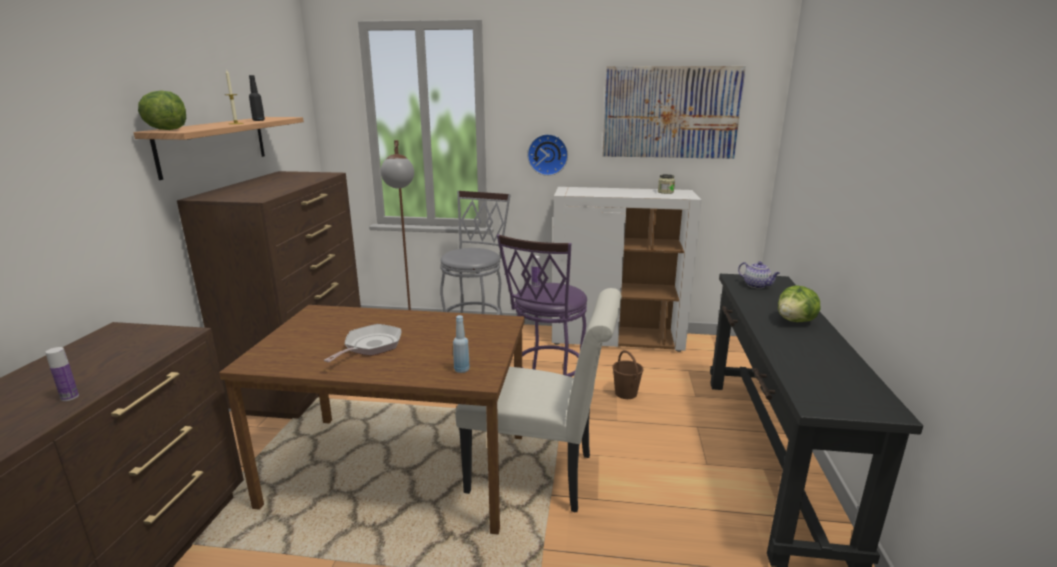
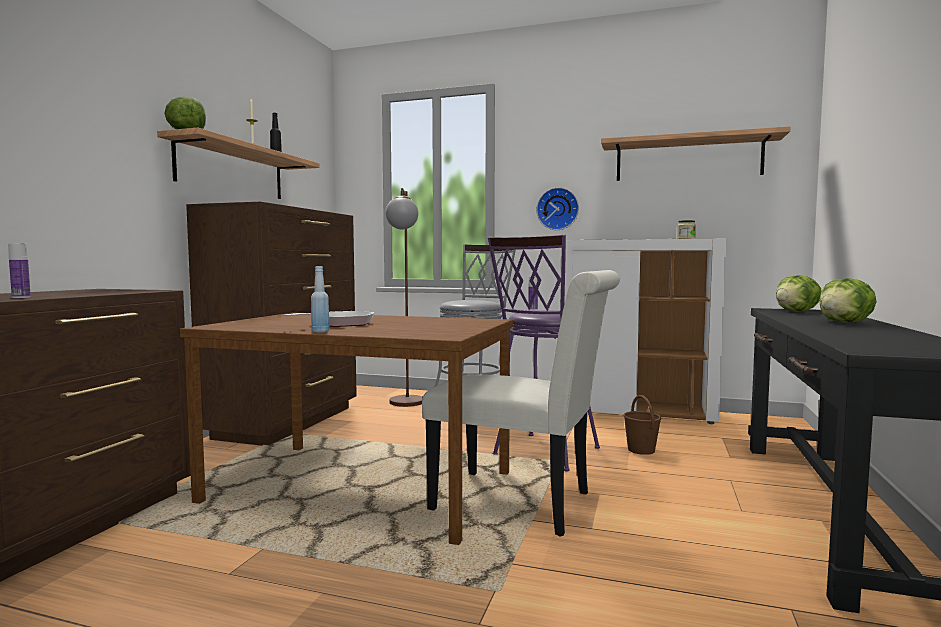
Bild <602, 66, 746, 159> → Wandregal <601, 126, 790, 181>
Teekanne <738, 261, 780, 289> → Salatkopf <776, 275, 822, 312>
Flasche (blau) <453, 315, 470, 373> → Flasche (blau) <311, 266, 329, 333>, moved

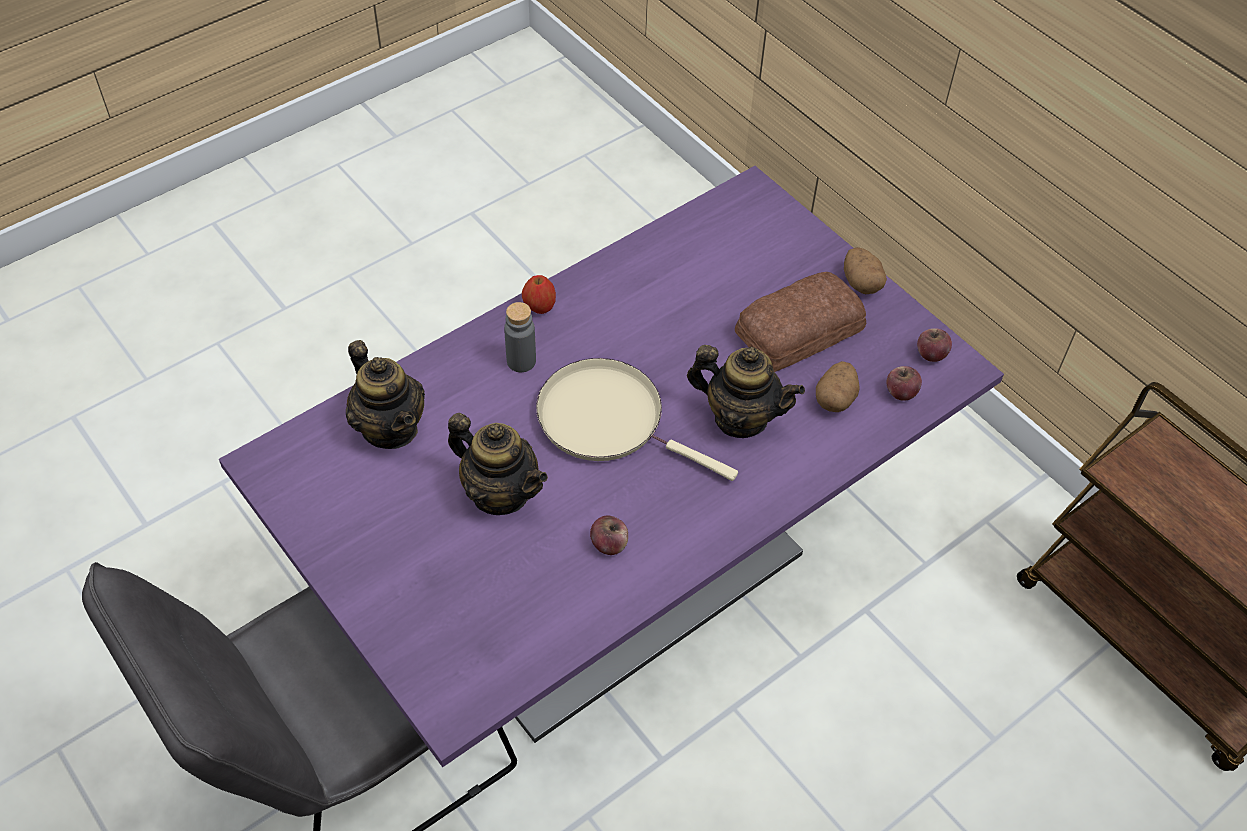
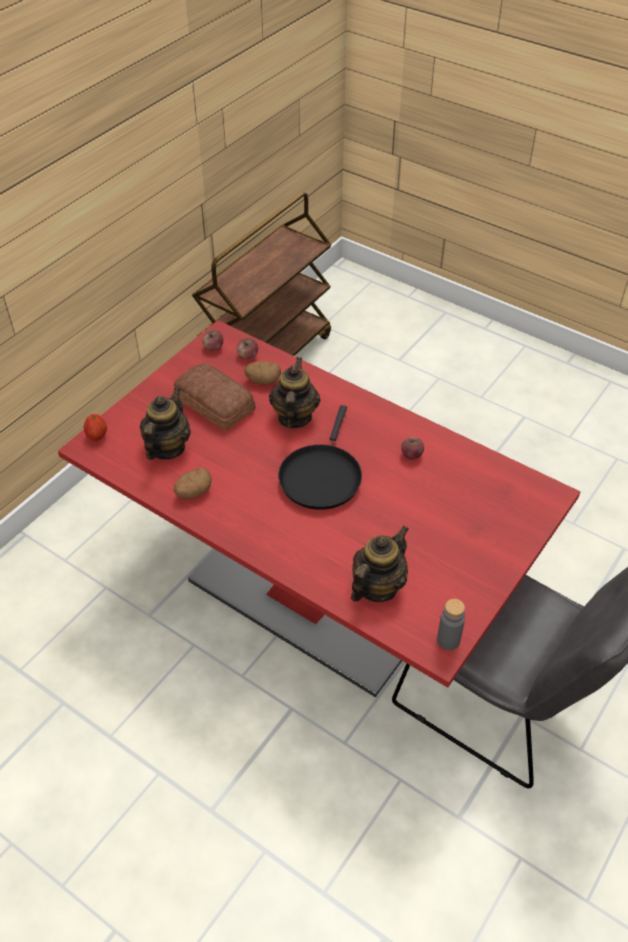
Esstisch (lila) <219, 166, 1004, 767> → Esstisch (rot) <58, 320, 580, 697>
Kartoffel <844, 247, 887, 294> → Kartoffel <174, 468, 212, 499>, moved
Apfel <522, 275, 556, 314> → Apfel <84, 414, 107, 441>, moved
Flasche (grau) <504, 302, 536, 372> → Flasche (grau) <437, 599, 465, 650>, moved
Pfanne (beige) <536, 358, 738, 481> → Pfanne (schwarz) <278, 405, 362, 510>
Teekanne <448, 413, 548, 515> → Teekanne <140, 387, 191, 460>, moved

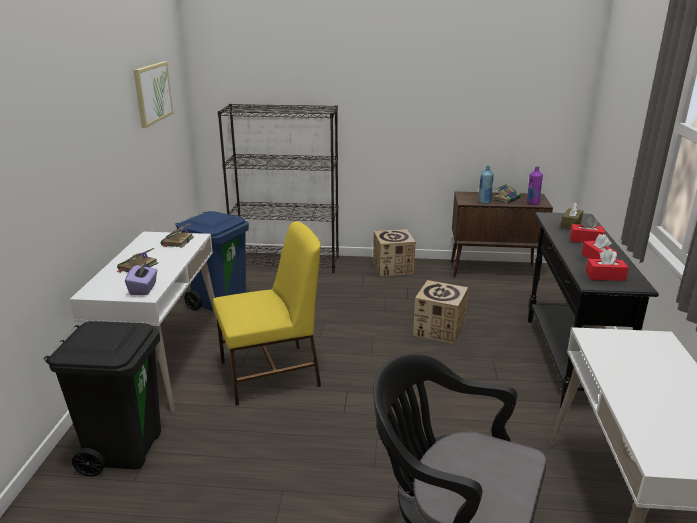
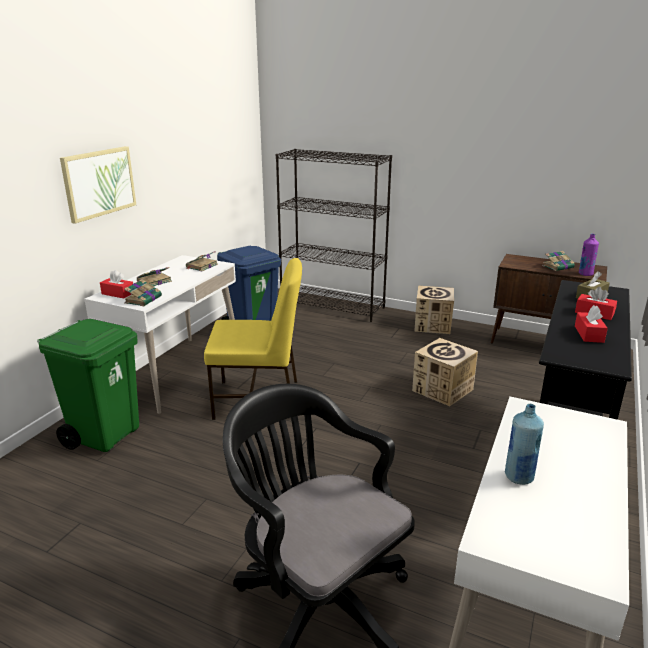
Bild <134, 61, 173, 128> → Bild <60, 146, 136, 224>, moved
Flasche (blau) <478, 166, 494, 204> → Flasche (blau) <505, 404, 544, 485>, moved
Taschentuchbox (rot) <585, 249, 629, 281> → Taschentuchbox (rot) <100, 270, 133, 298>, moved
Taschentuchbox (lila) <125, 261, 158, 295> → Buch <124, 279, 162, 306>
Mülleimer (schwarz) <44, 321, 161, 477> → Mülleimer (grün) <37, 319, 139, 452>

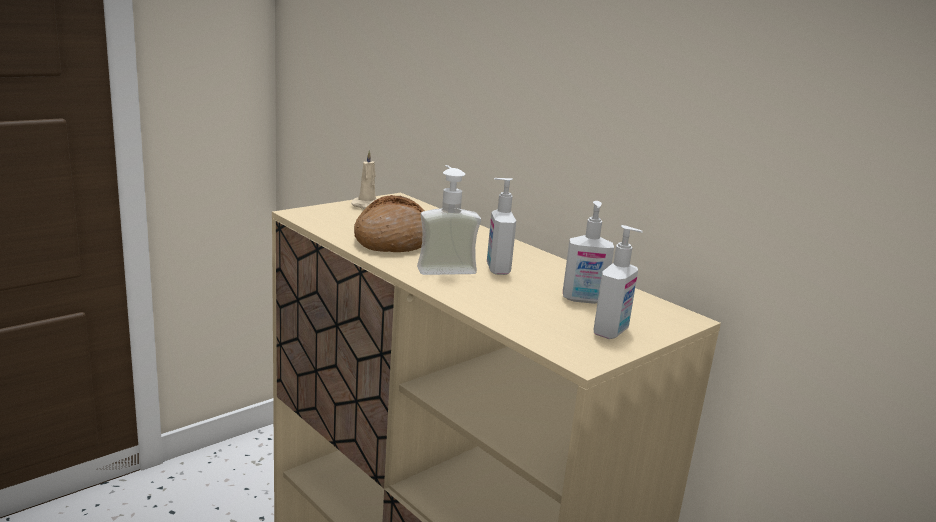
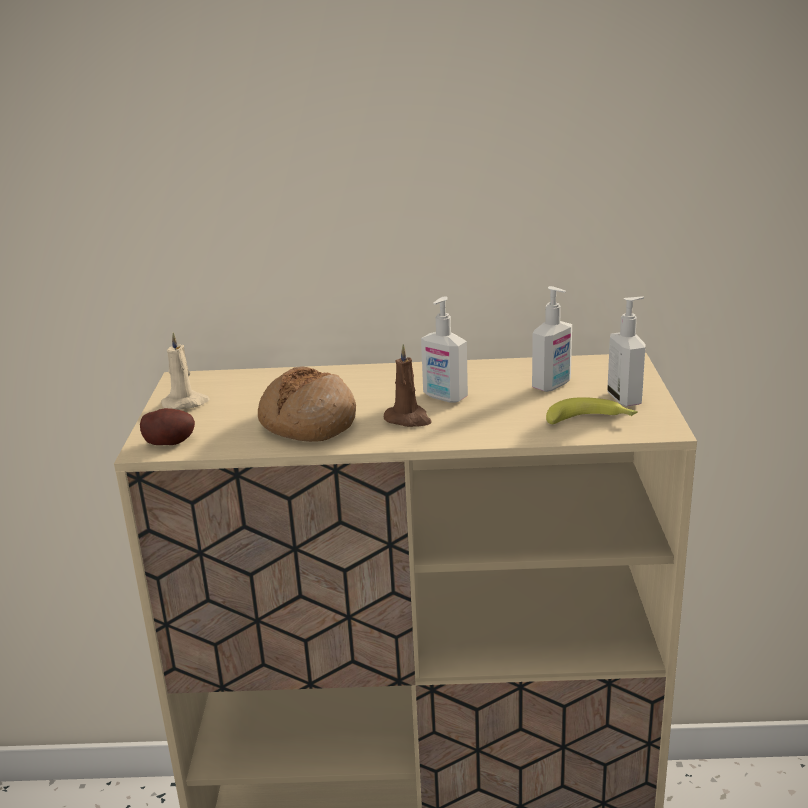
Seifenspender <417, 165, 481, 275> → Kerze (braun) <384, 344, 432, 427>
- → Banane <546, 397, 638, 424>
- → Kartoffel <140, 408, 195, 445>

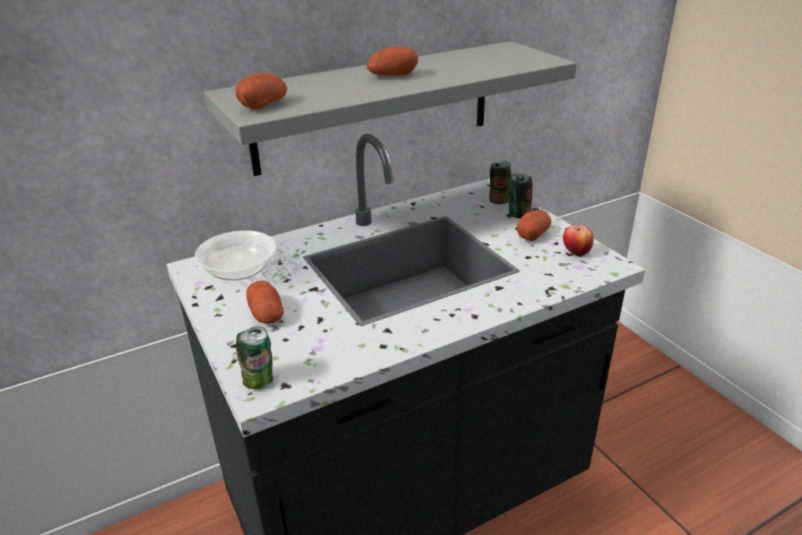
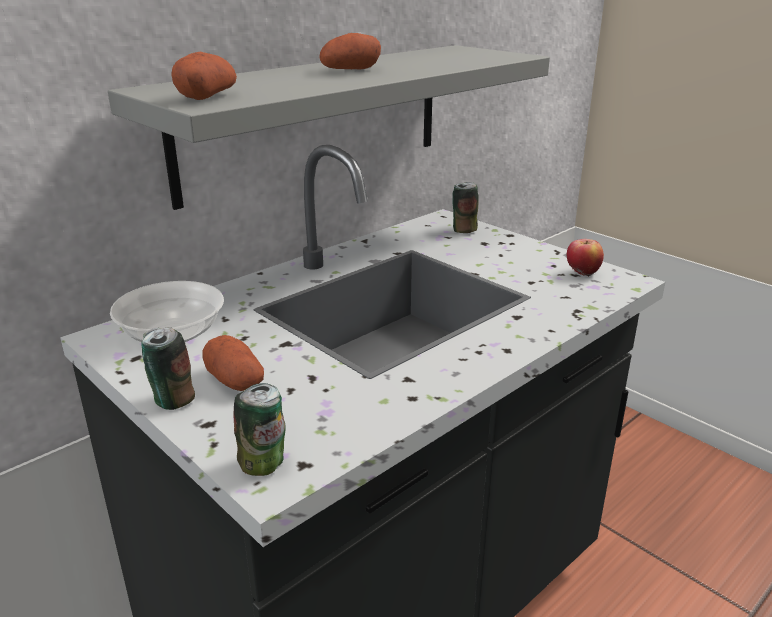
Dose <508, 173, 533, 218> → Dose <141, 327, 195, 410>, moved
Kartoffel <517, 210, 552, 241> → -

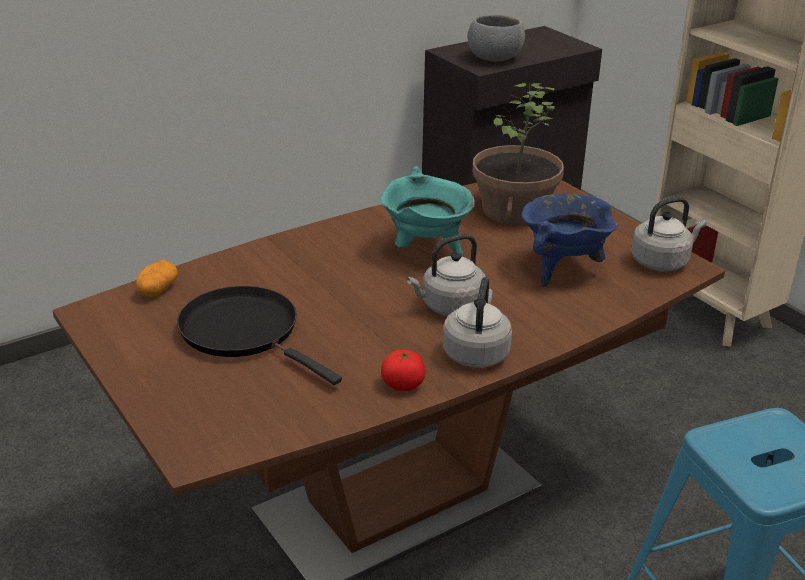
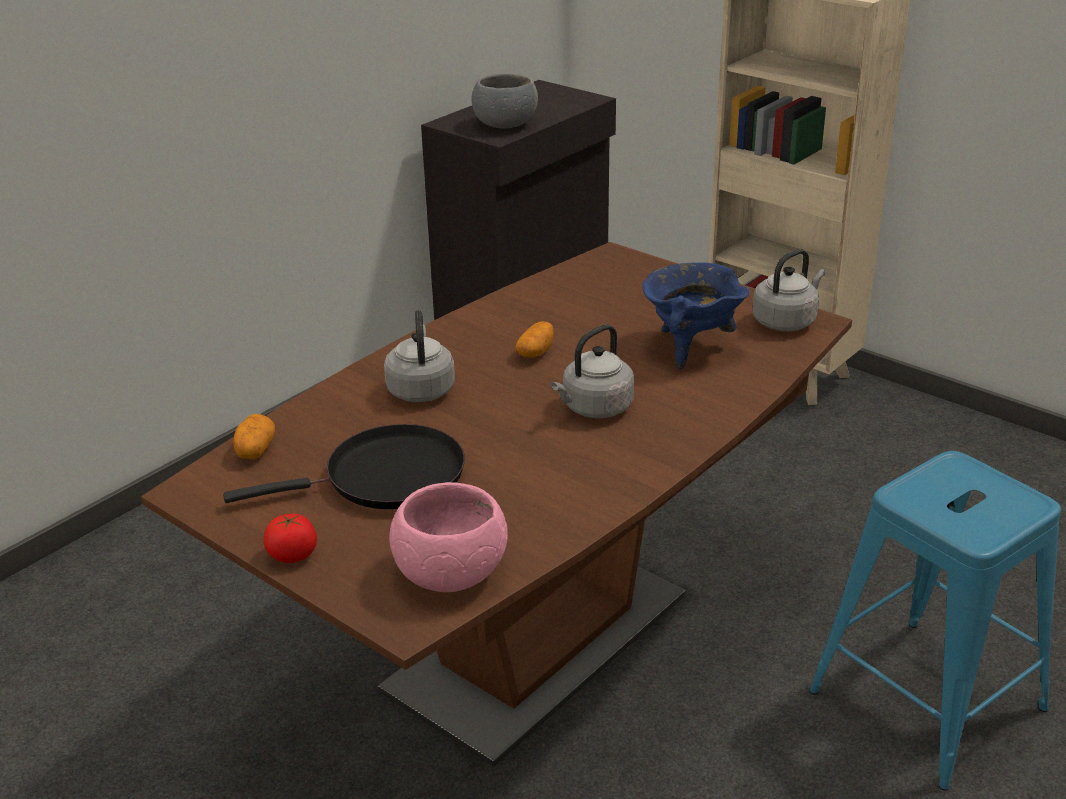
Topfpflanze <472, 83, 564, 225> → -
Kochtopf (türkis) <380, 166, 475, 256> → Kartoffel <515, 321, 554, 358>
Wasserkessel (grau) <443, 277, 512, 368> → Wasserkessel (grau) <384, 310, 455, 402>, moved
Pfanne (schwarz) <177, 286, 342, 385> → Pfanne (schwarz) <223, 424, 465, 509>, 135 degrees clockwise
Tomate <381, 350, 426, 391> → Tomate <264, 514, 317, 563>, moved
- → Schüssel (rosa) <389, 482, 508, 592>

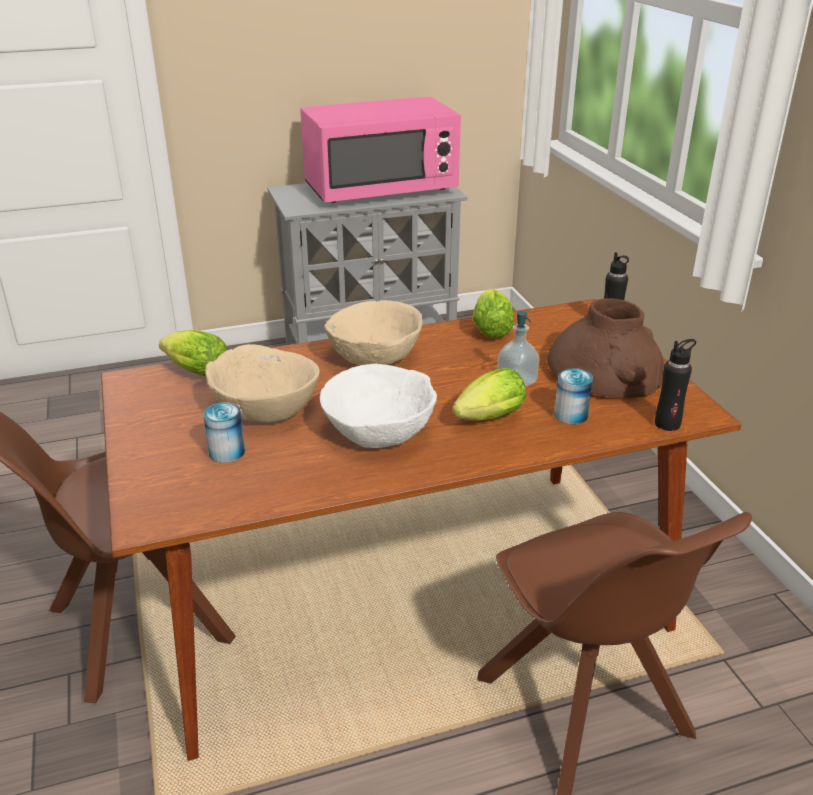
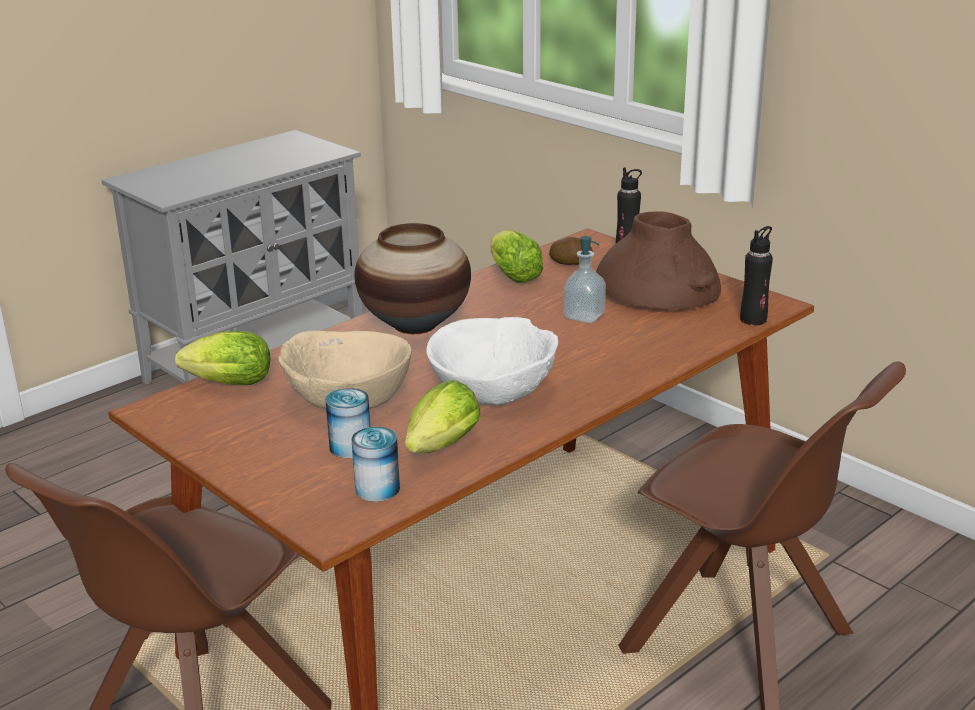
Mikrowelle (rosa) <300, 97, 461, 203> → -
Schüssel (beige) <324, 300, 423, 365> → Vase <355, 223, 471, 334>
Salatkopf <453, 368, 526, 421> → Salatkopf <405, 380, 481, 453>, moved
Dose <554, 368, 593, 424> → Dose <351, 427, 400, 502>, moved
- → Kartoffel <549, 237, 593, 265>

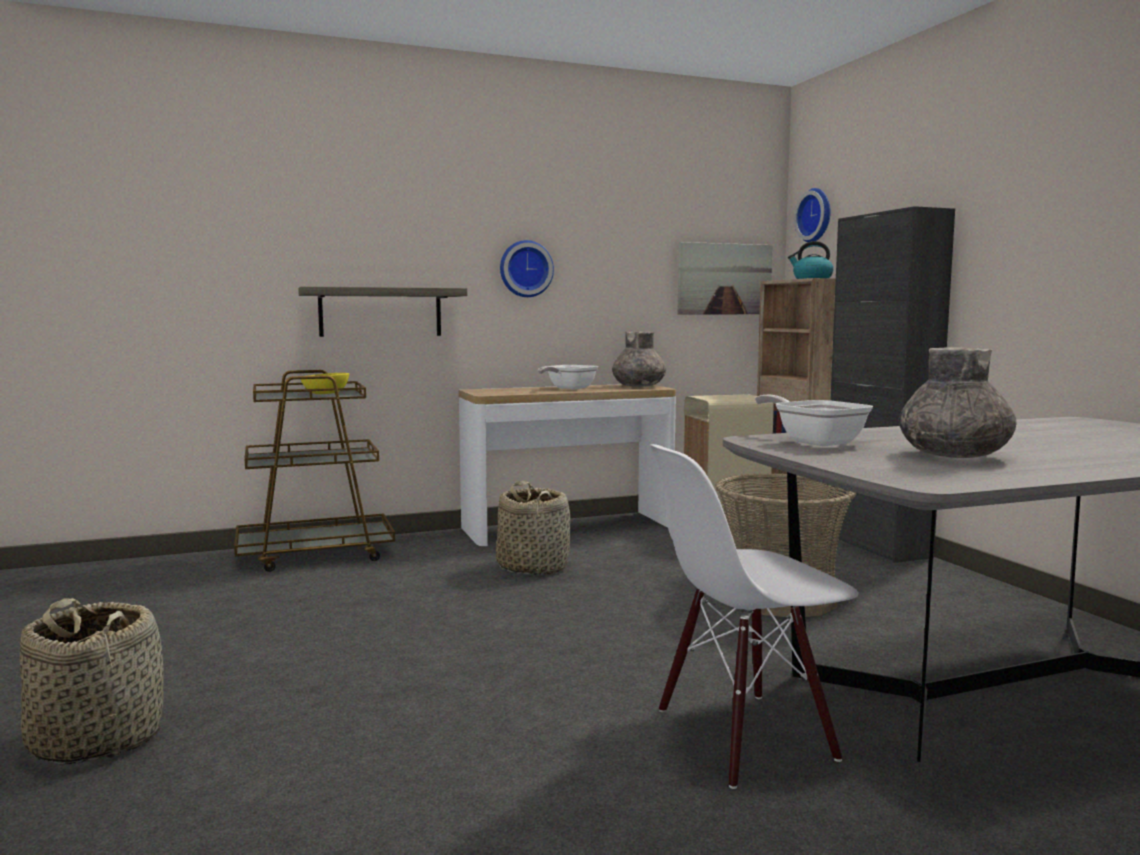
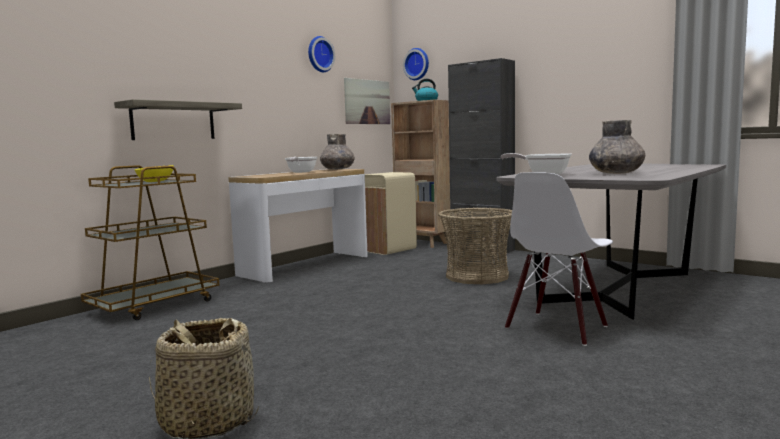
Wanduhr <500, 240, 554, 297> → Wanduhr <308, 36, 335, 72>, moved
Korb <496, 481, 570, 575> → -

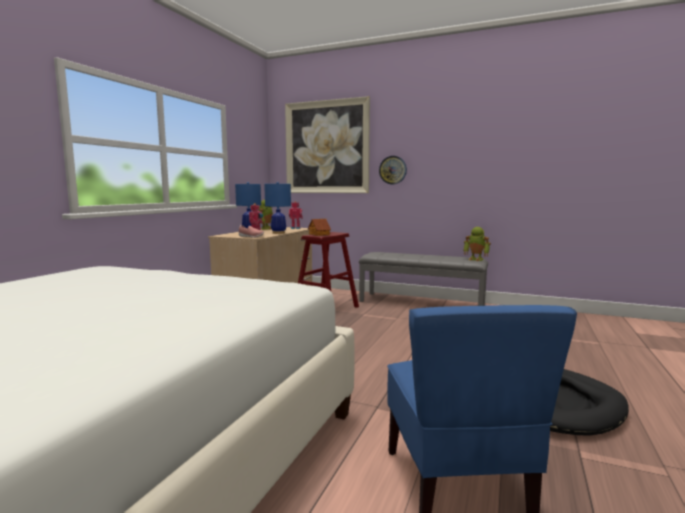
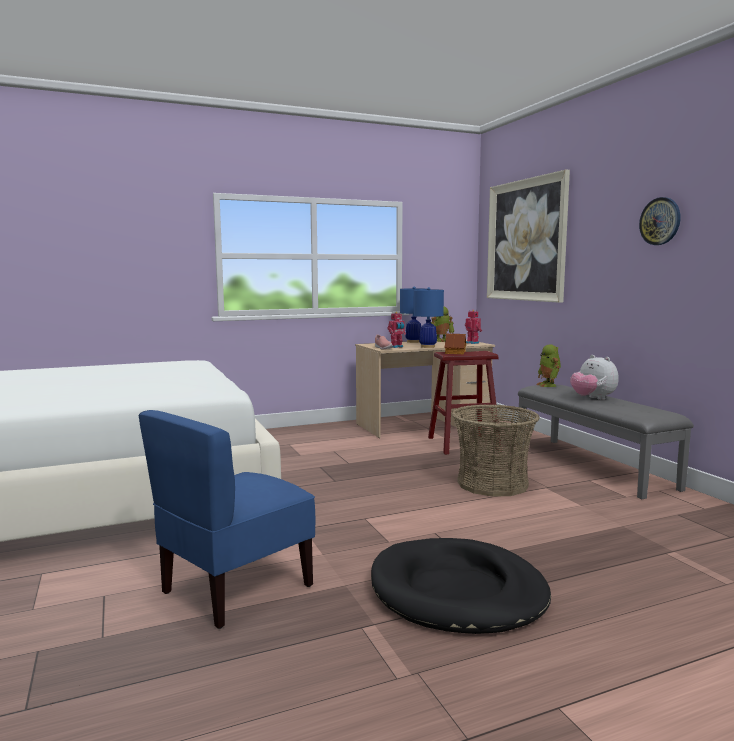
Wanduhr <379, 156, 407, 184> → Wanduhr <639, 197, 681, 245>, moved
Spielzeugroboter <464, 227, 491, 261> → Spielzeugroboter <536, 344, 561, 387>, moved
- → Plüschtier <570, 355, 619, 400>
- → Korb <451, 404, 539, 497>

